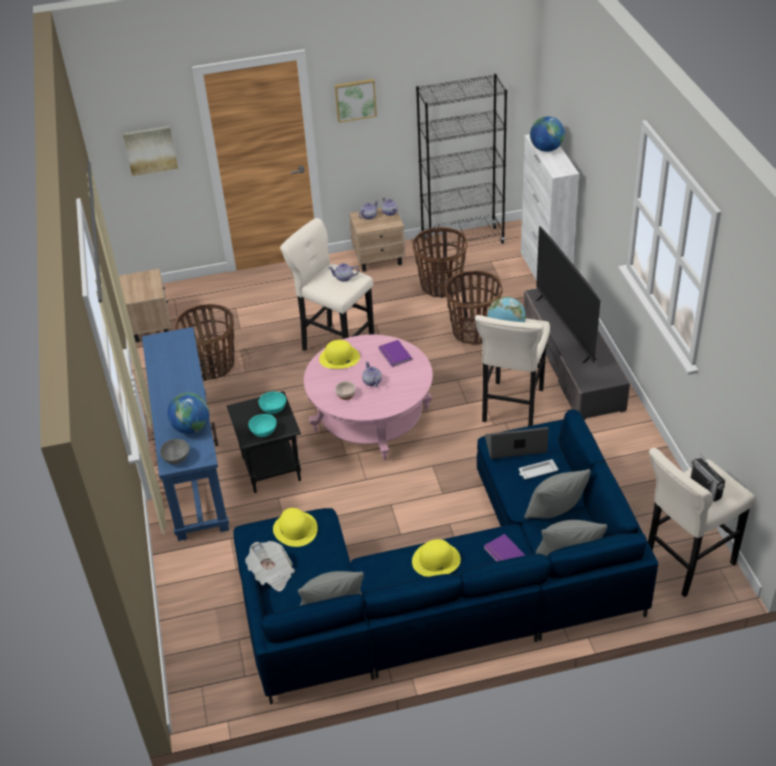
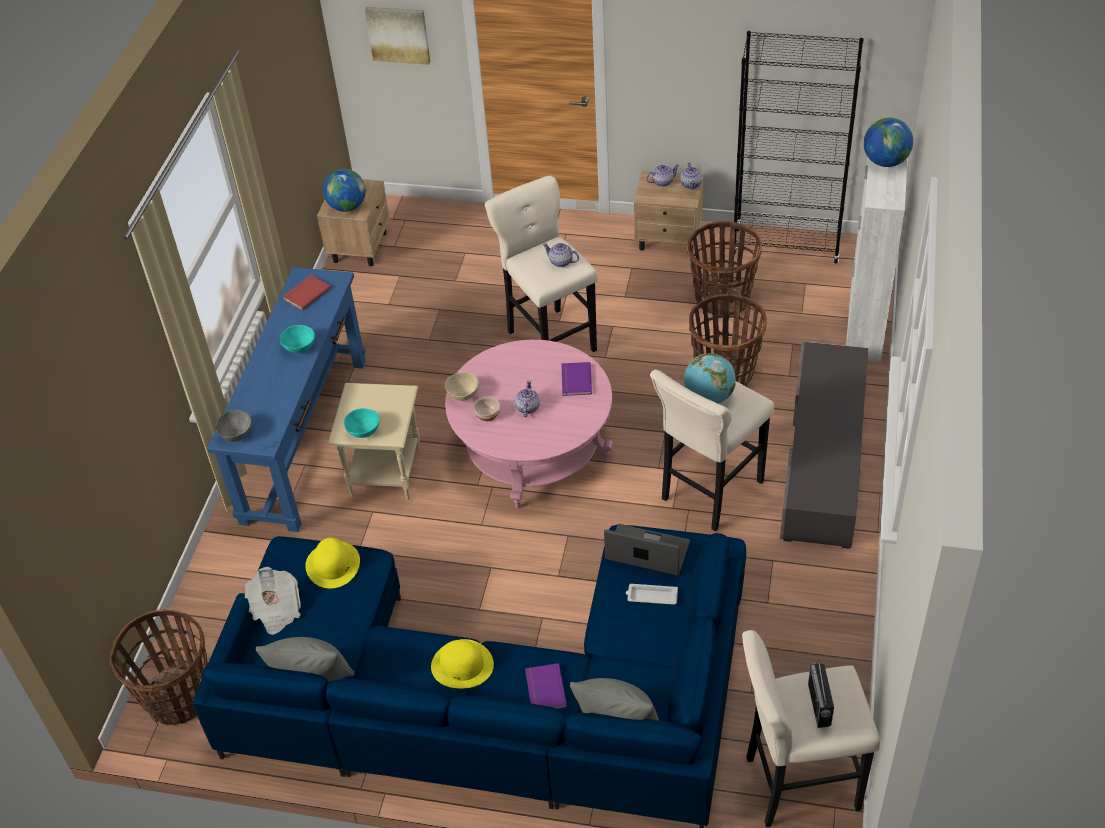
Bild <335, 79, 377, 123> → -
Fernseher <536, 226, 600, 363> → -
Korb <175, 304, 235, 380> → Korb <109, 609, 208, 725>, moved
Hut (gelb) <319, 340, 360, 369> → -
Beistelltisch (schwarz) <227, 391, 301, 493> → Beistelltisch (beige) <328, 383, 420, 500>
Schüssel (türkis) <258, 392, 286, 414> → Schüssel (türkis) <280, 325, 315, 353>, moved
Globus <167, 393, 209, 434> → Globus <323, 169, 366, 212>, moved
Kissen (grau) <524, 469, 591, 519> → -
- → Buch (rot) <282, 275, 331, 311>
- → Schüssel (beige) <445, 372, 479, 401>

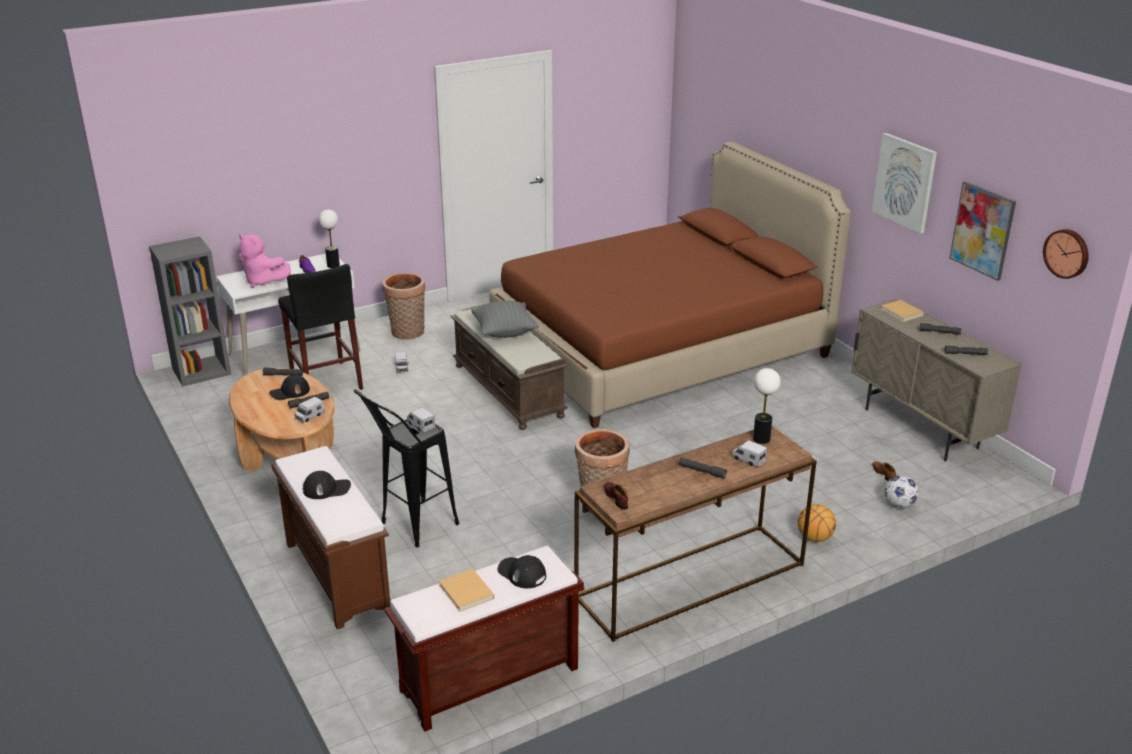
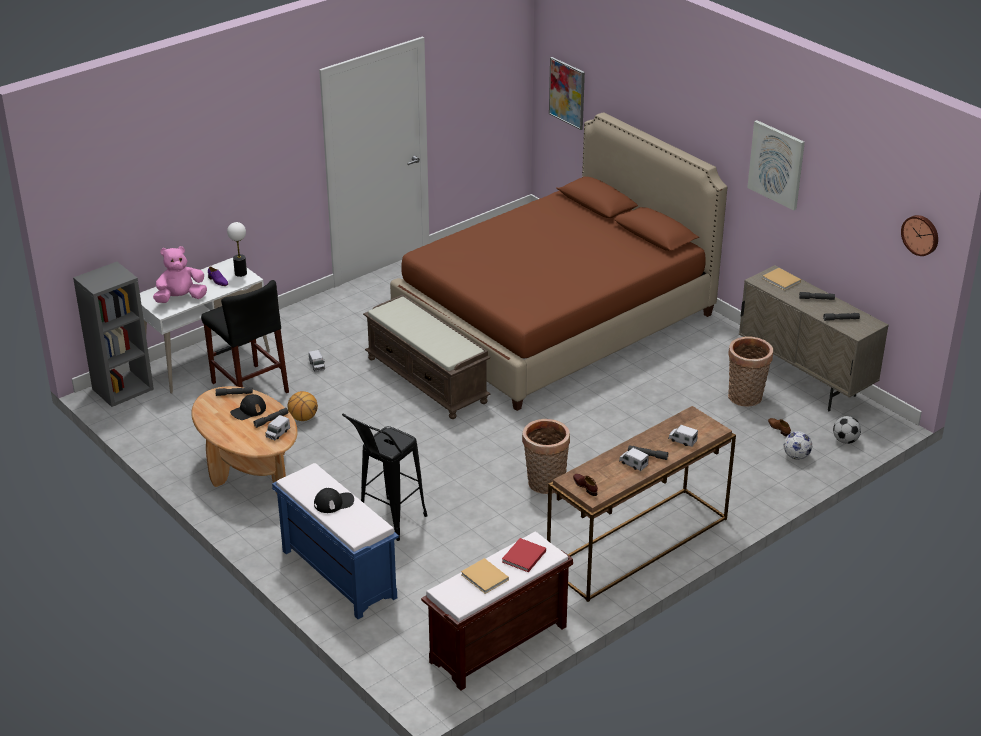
Bild <949, 181, 1016, 281> → Bild <549, 57, 585, 130>, moved
Plüschtier (rosa) <238, 234, 291, 288> → Plüschtier (rosa) <153, 246, 207, 303>, 135 degrees clockwise
Korb <382, 272, 425, 339> → Korb <728, 337, 773, 407>, moved
Kissen (grau) <471, 301, 539, 338> → -
Tischlampe <753, 368, 781, 444> → -
Spielzeuglaster <407, 407, 435, 433> → Spielzeuglaster <619, 448, 649, 471>, moved
Bank (braun) <271, 446, 391, 630> → Bank (blau) <272, 463, 399, 619>
Basketball <798, 504, 836, 542> → Basketball <288, 391, 318, 421>, moved
Kappe (schwarz) <498, 555, 546, 588> → Buch (rot) <502, 538, 546, 572>
- → Fußball <833, 416, 861, 444>

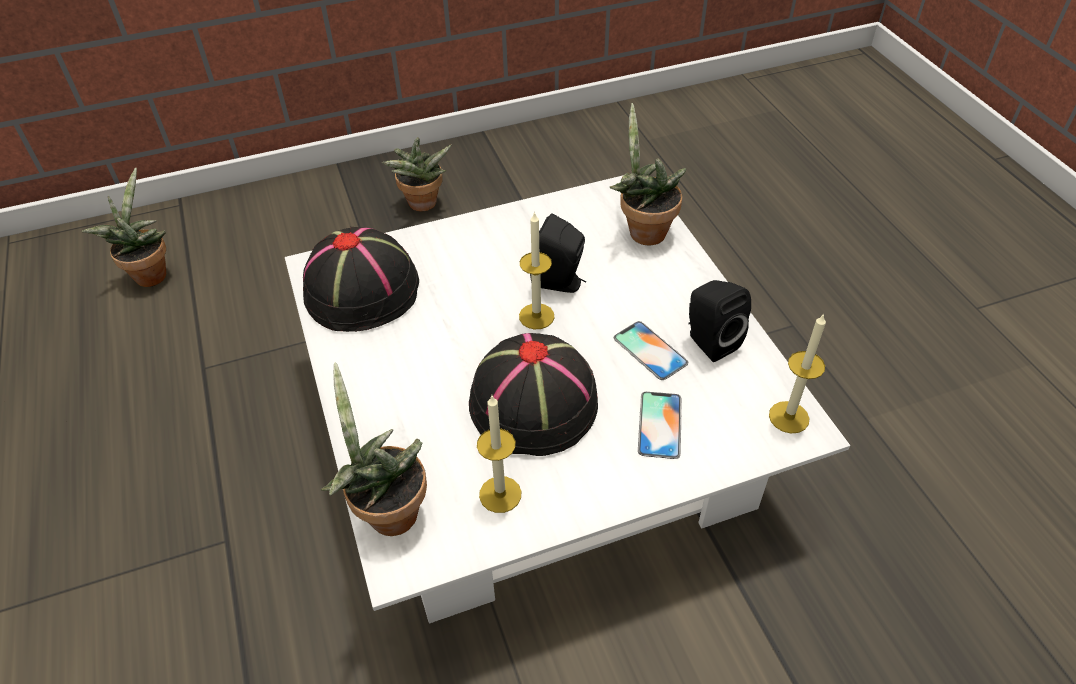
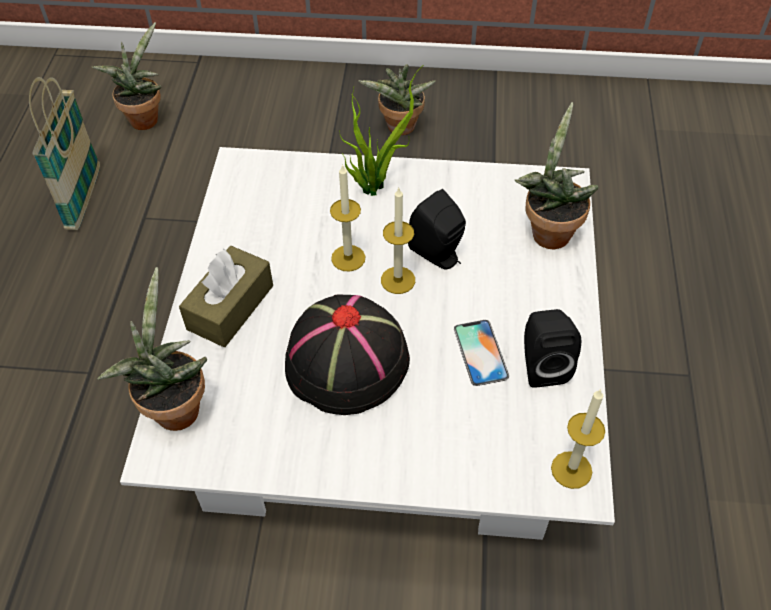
Hut (schwarz) <303, 227, 419, 332> → -
Handy <638, 392, 682, 459> → -
Kerze <477, 396, 521, 513> → Kerze <330, 164, 365, 271>, moved
- → Topfpflanze <339, 68, 421, 196>
- → Korb <29, 77, 100, 230>
- → Taschentuchbox (braun) <179, 246, 273, 347>

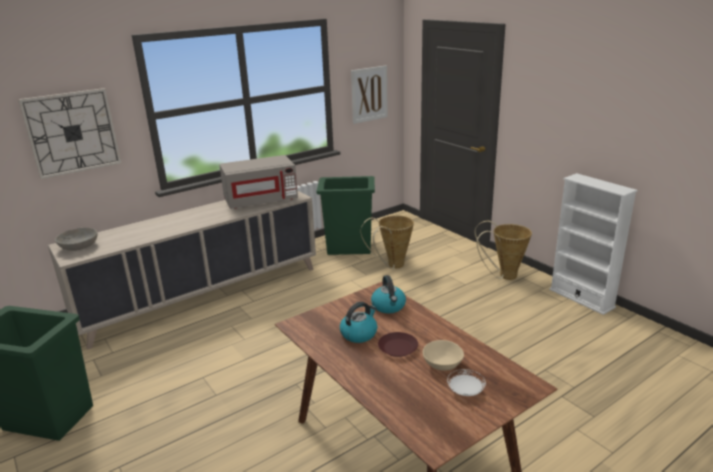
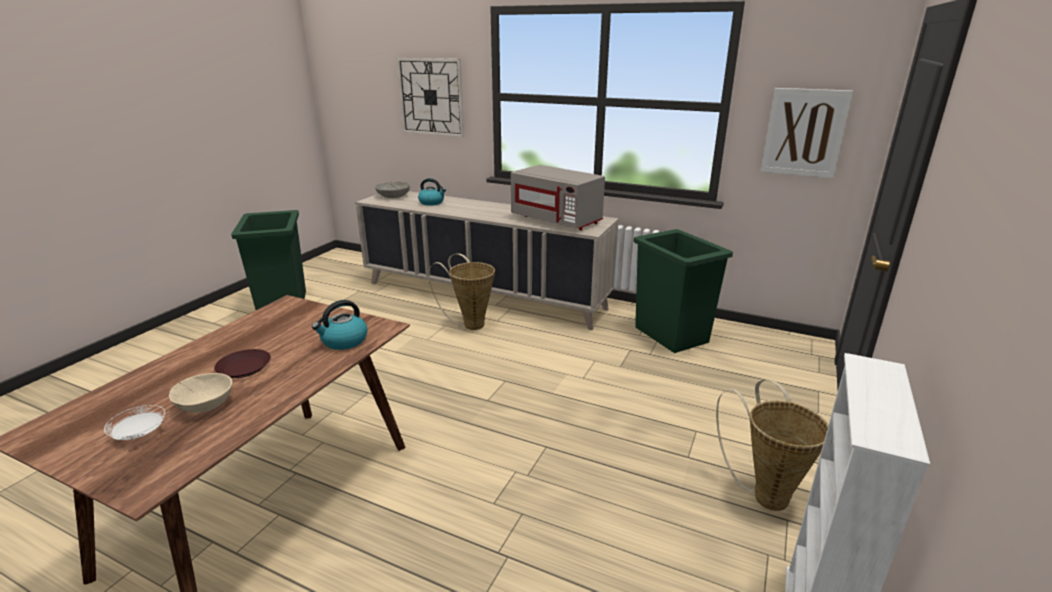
Korb <361, 215, 414, 269> → Korb <428, 253, 495, 330>, moved
Wasserkessel <340, 302, 377, 343> → Wasserkessel <418, 178, 446, 205>, moved

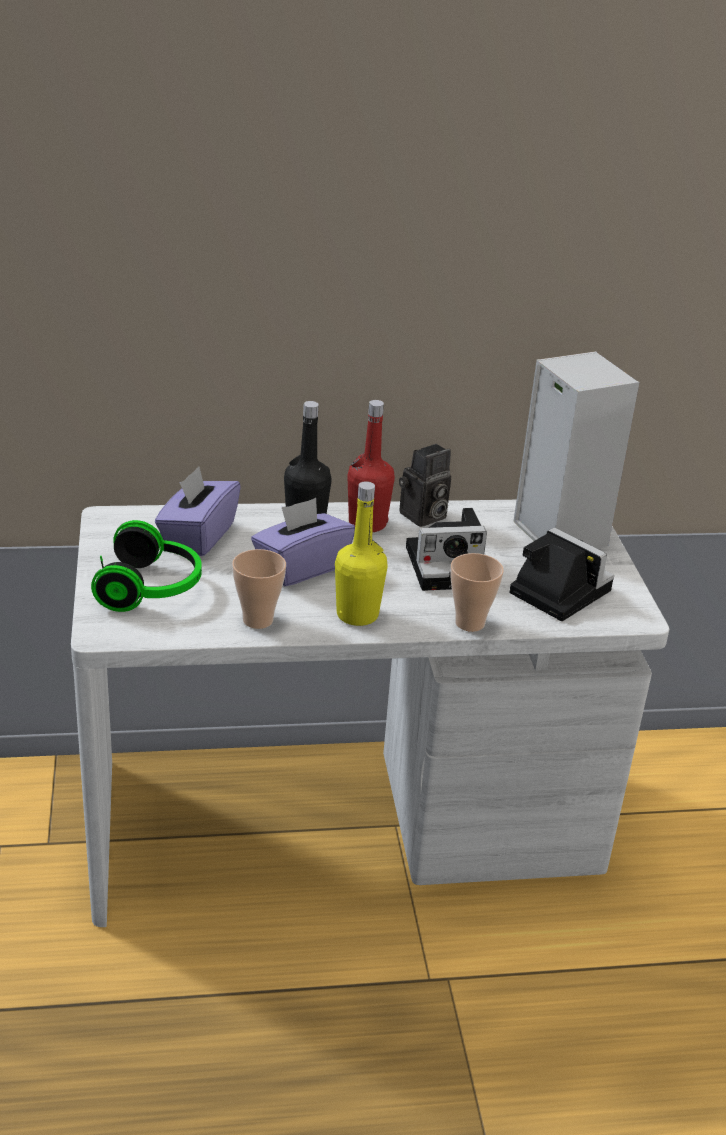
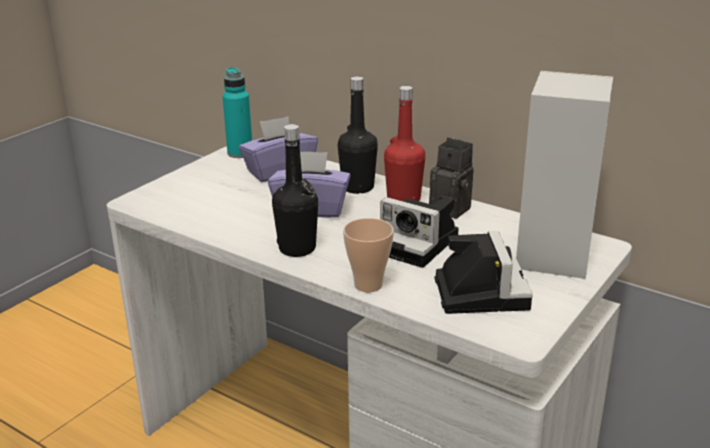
Kamera <399, 444, 451, 527> → Kamera <429, 137, 474, 219>, 150 degrees counterclockwise
Flasche (gelb) <335, 481, 387, 626> → Flasche (schwarz) <272, 124, 318, 257>
Kopfhörer <91, 520, 202, 612> → -
Tasse <232, 549, 286, 629> → -
- → Flasche (türkis) <222, 67, 252, 158>

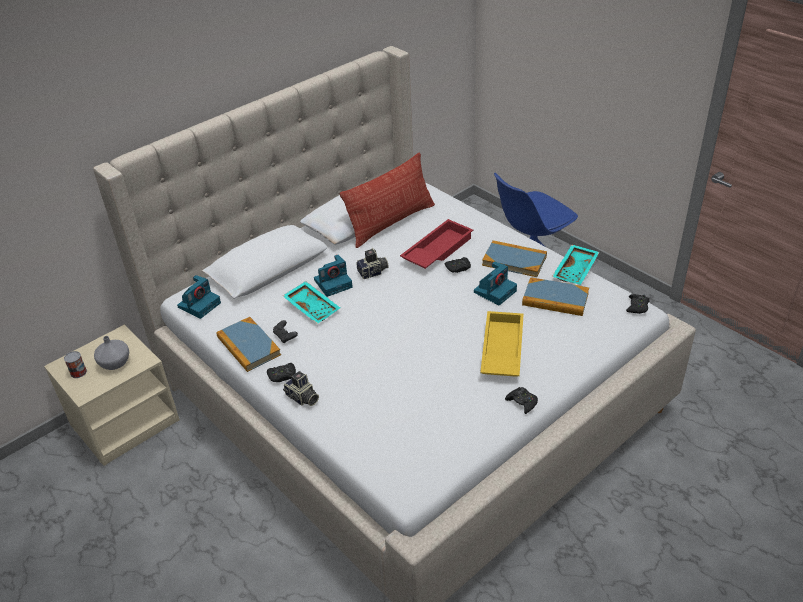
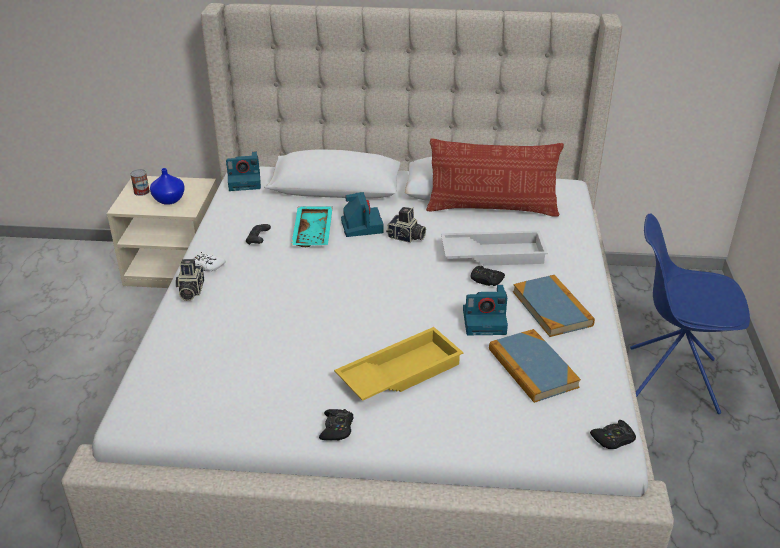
Tablett (rot) <400, 219, 473, 269> → Tablett (weiß) <441, 231, 548, 266>
Tablett (türkis) <552, 245, 600, 285> → -
Kamera <314, 254, 353, 297> → Kamera <341, 192, 383, 237>, 120 degrees counterclockwise
Buch <217, 317, 281, 372> → -
Vase (grau) <94, 336, 129, 370> → Vase (blau) <150, 168, 185, 205>
Gamepad (schwarz) <267, 363, 296, 382> → Gamepad (weiß) <193, 252, 226, 272>

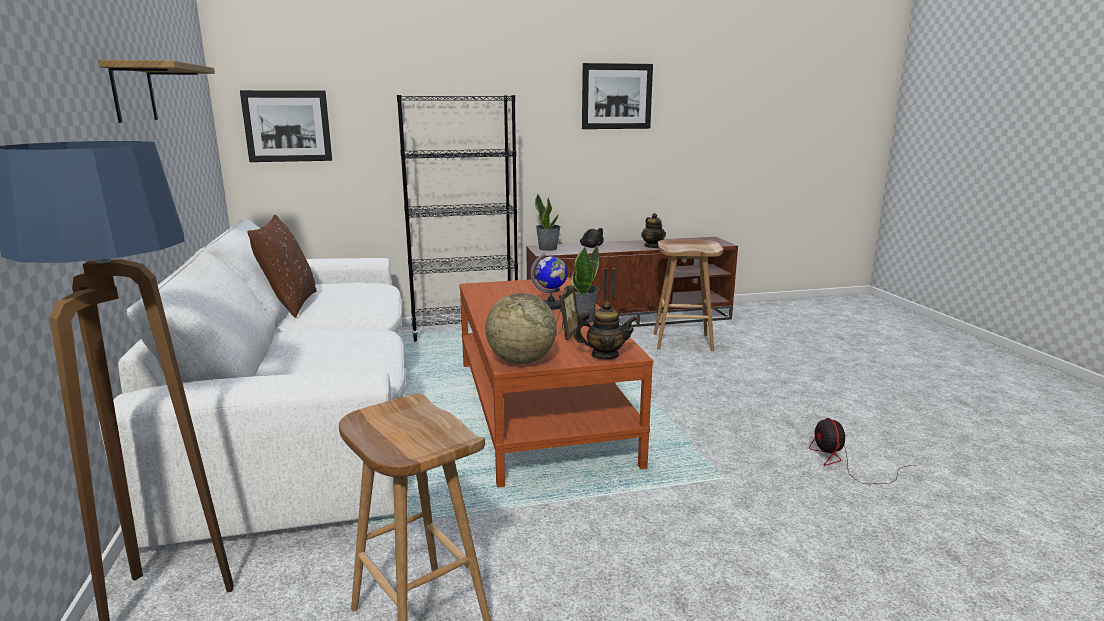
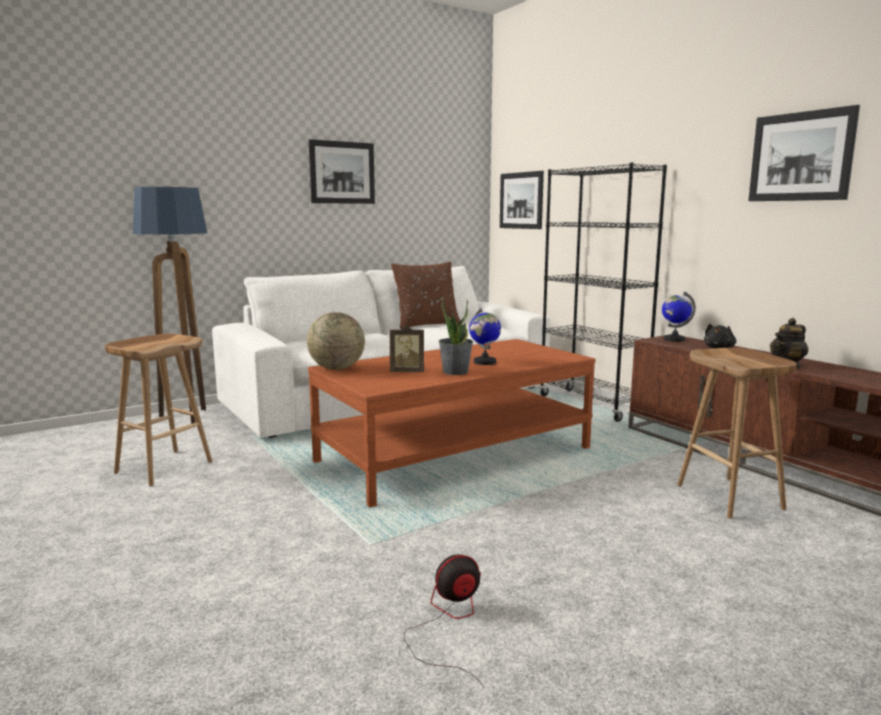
Wandregal <98, 60, 215, 123> → Bild <309, 139, 375, 204>
Topfpflanze <535, 193, 561, 251> → Globus <662, 292, 696, 342>
Teekanne <574, 301, 637, 359> → -

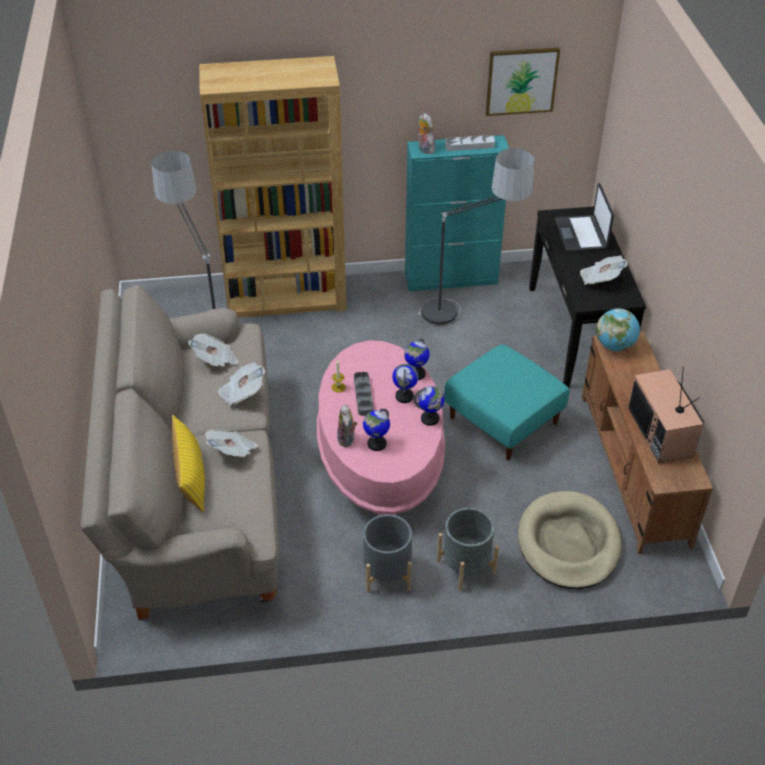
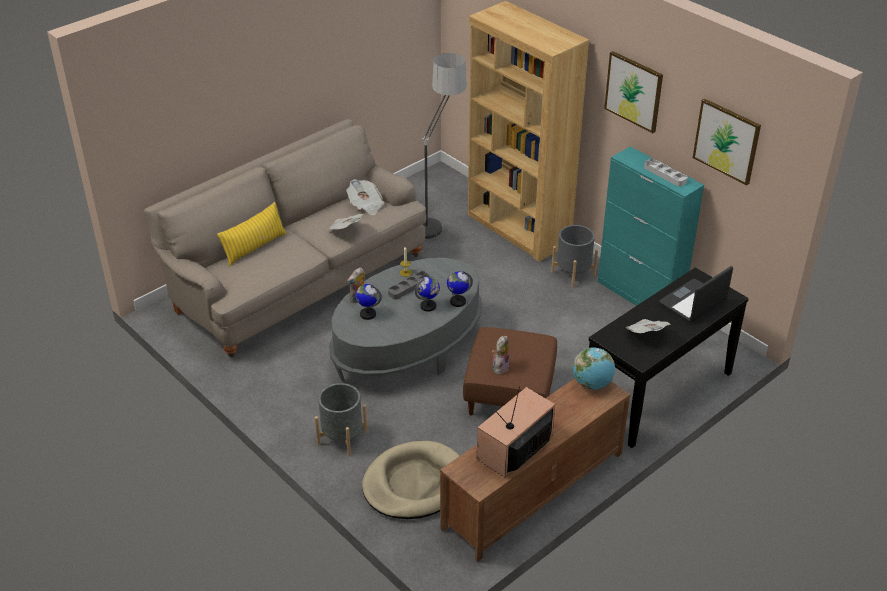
Plüschtier <418, 113, 435, 154> → Plüschtier <492, 336, 509, 375>, moved
Stehlampe <418, 148, 535, 325> → -
Couchtisch (rosa) <317, 340, 445, 516> → Couchtisch (grau) <329, 258, 482, 382>
Polsterhocker (türkis) <444, 344, 570, 461> → Polsterhocker (braun) <463, 327, 557, 415>
Globus <414, 386, 444, 426> → -
Zeitung <205, 429, 258, 457> → -
Pflanzkübel (grau) <363, 514, 412, 593> → Pflanzkübel (grau) <551, 225, 598, 288>, moved
- → Bild <604, 51, 663, 133>

